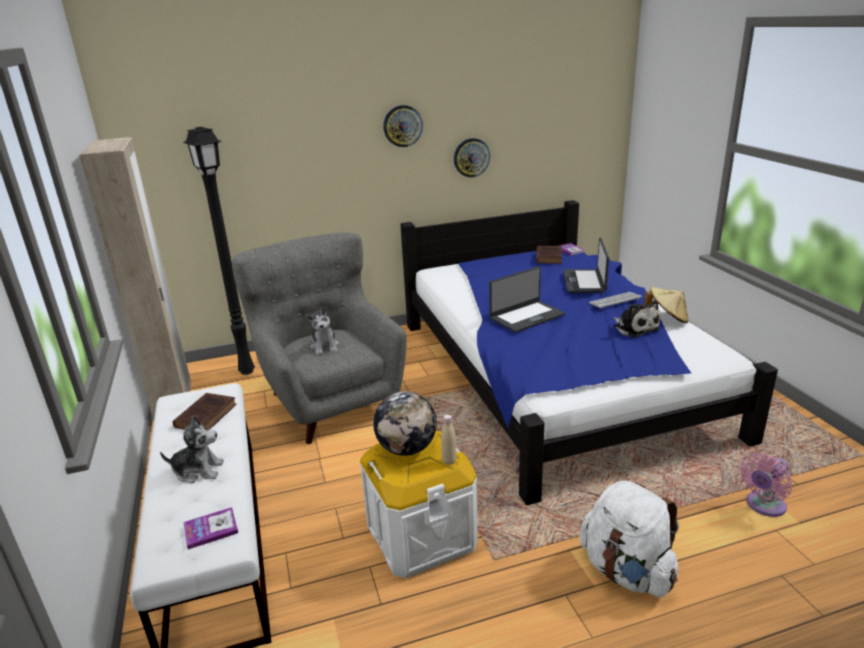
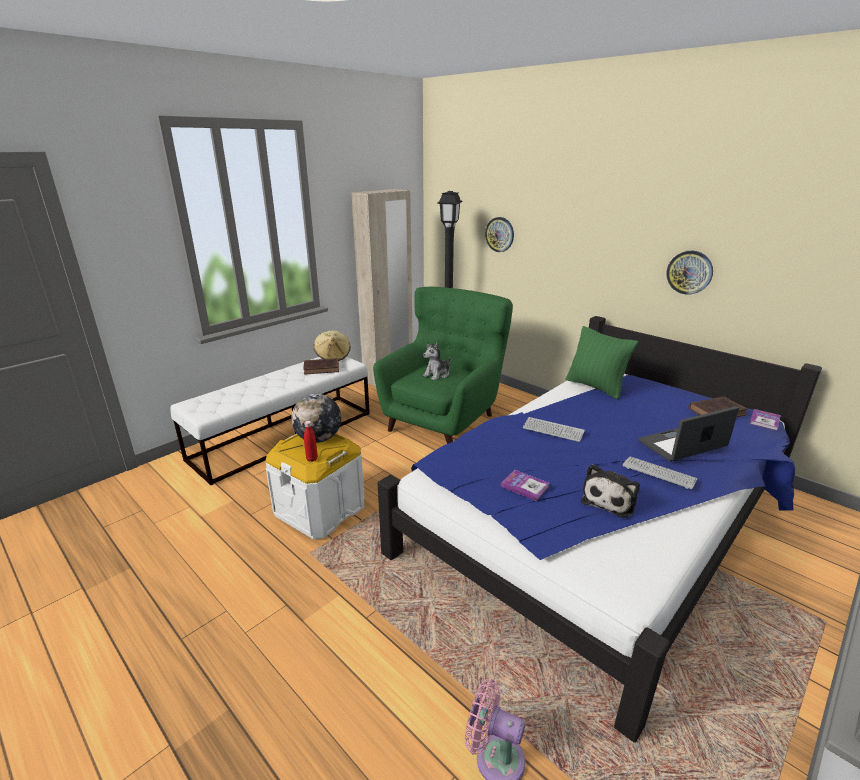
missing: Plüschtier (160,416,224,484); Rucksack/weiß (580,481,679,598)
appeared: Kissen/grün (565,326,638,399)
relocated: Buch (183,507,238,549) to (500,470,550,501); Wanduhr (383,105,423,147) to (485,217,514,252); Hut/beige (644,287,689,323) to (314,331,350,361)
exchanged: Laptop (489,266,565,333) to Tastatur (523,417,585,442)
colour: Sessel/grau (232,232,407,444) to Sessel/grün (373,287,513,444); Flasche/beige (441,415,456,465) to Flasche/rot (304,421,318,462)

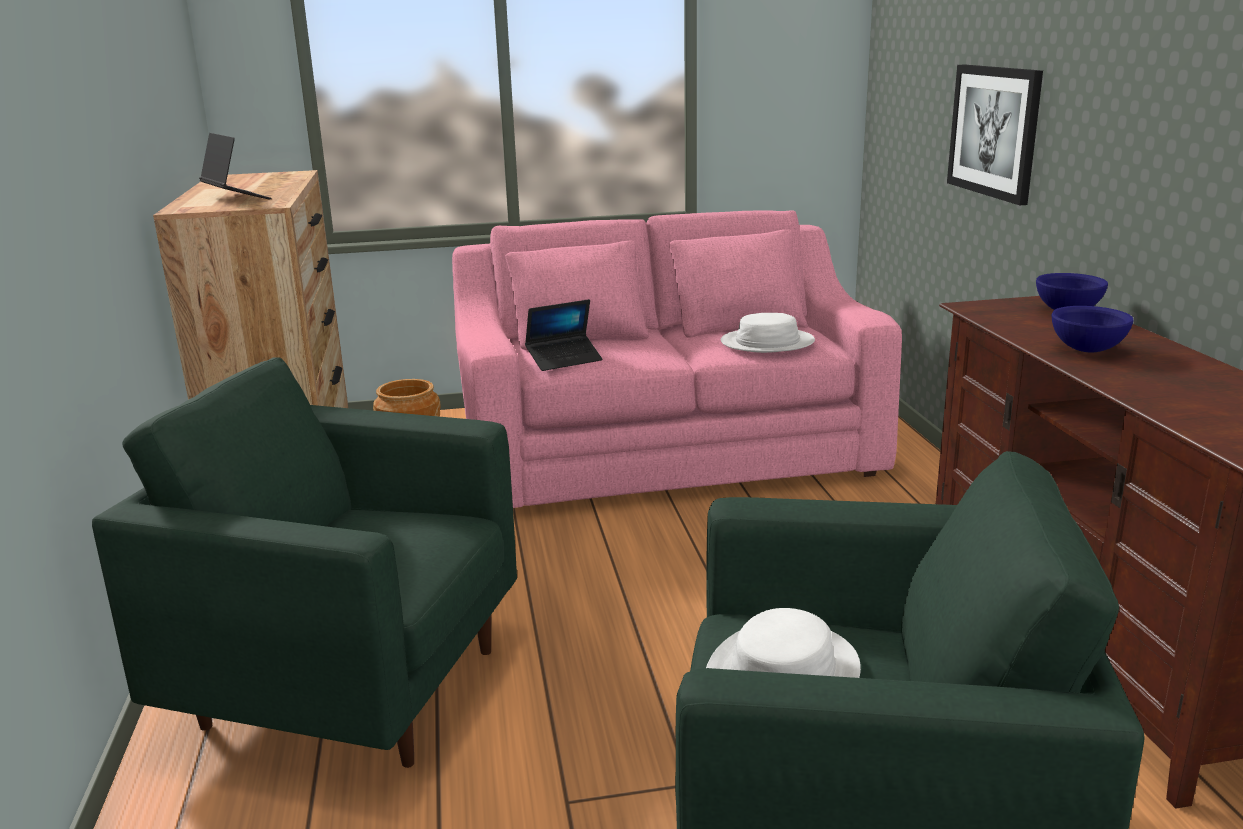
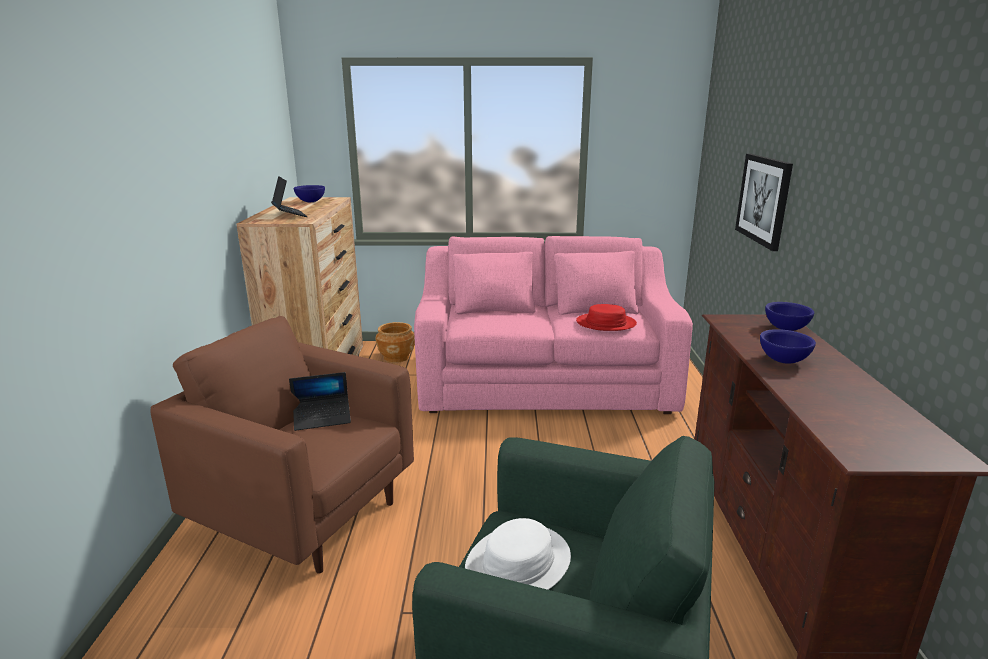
appeared: Schüssel/blau (294,185,325,202)
relocated: Laptop (525,299,603,371) to (289,372,351,431)
colour: Sessel/grün (92,357,517,768) to Sessel/braun (150,316,414,574); Hut/weiß (721,313,815,353) to Hut/rot (576,304,637,331)

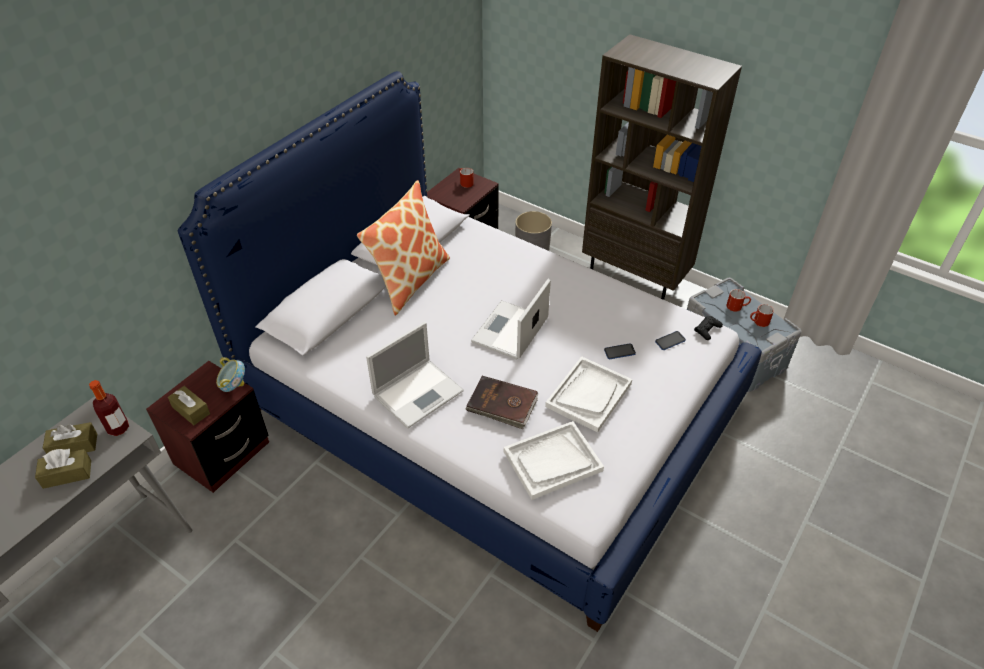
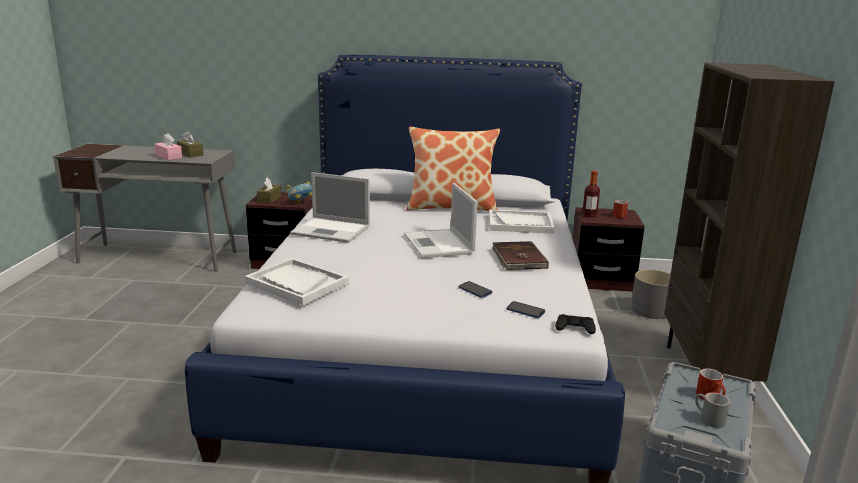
relocated: Flasche (89,380,129,436) to (582,171,600,217); Buch/braun (465,376,538,429) to (492,241,549,270); Tablett/weiß (545,356,632,433) to (489,210,555,234)
colour: Taschentuchbox/braun (35,449,91,489) to Taschentuchbox/rosa (154,133,182,160); Henkelbecher/rot (750,304,774,327) to Henkelbecher/grau (695,392,730,428)
spun: Laptop (471,279,551,360) = (404,183,478,258) 105 degrees counterclockwise

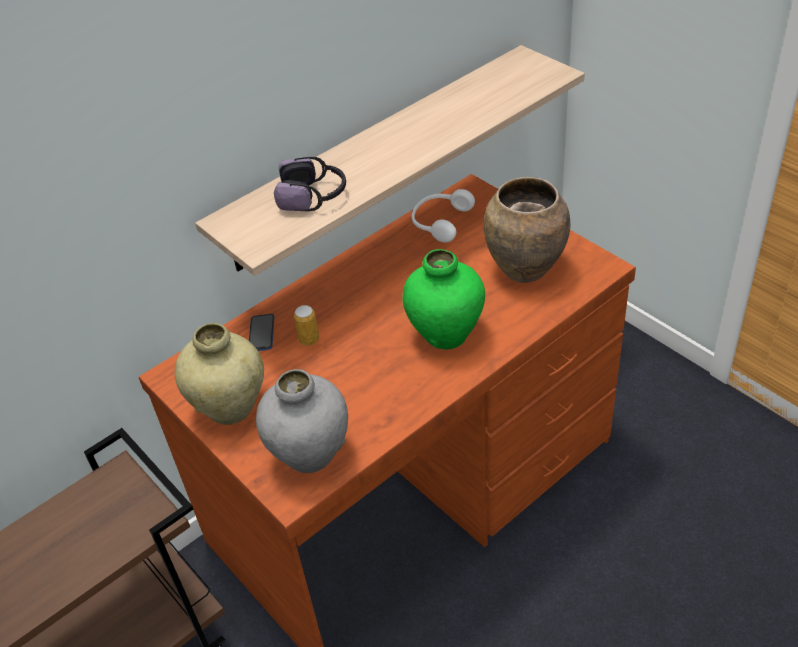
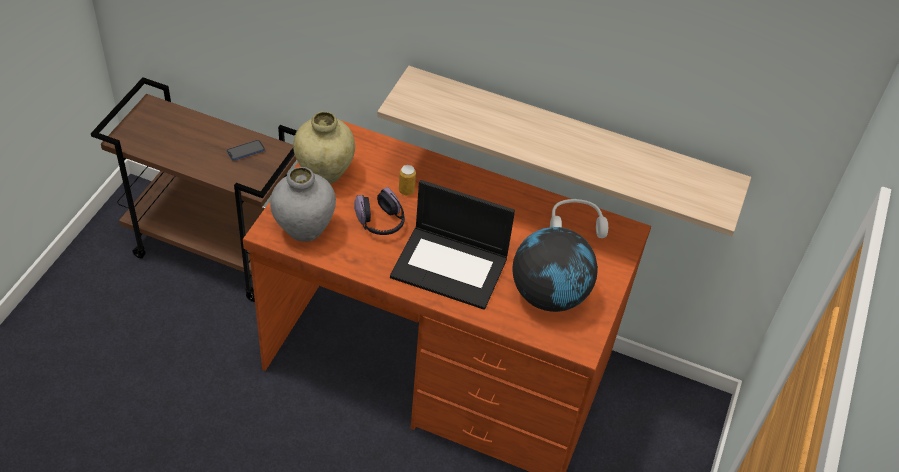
relocated: Handy (249,314,275,351) to (227,140,265,161); Kopfhörer (274,157,346,211) to (354,187,405,235)
exchanged: Vase/grün (403,249,485,350) to Laptop (390,180,515,310); Vase/braun (483,177,570,283) to Globus (513,227,598,312)

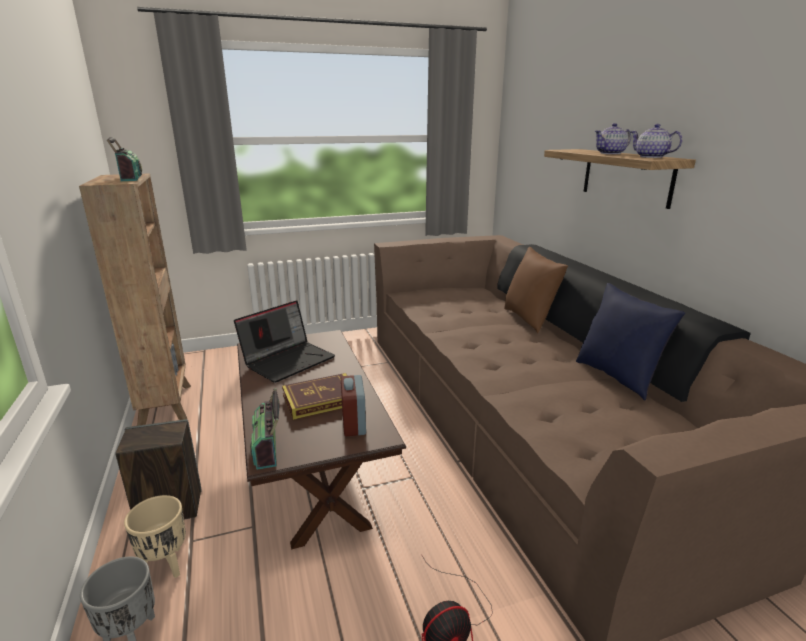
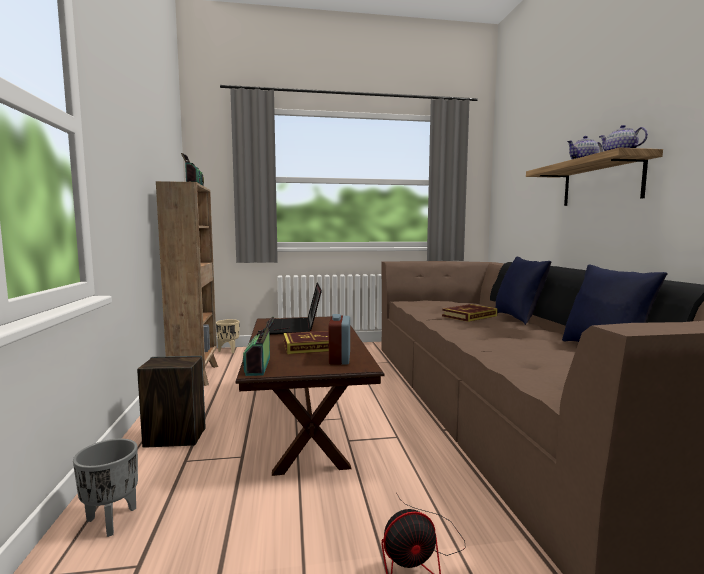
appeared: Buch (442,304,498,322)
relocated: Pflanzkübel/beige (124,495,186,578) to (216,319,240,353)
colour: Kissen/braun (504,247,568,333) to Kissen/blau (496,257,551,325)
spun: Laptop (234,300,335,383) = (269,282,322,335) 120 degrees clockwise

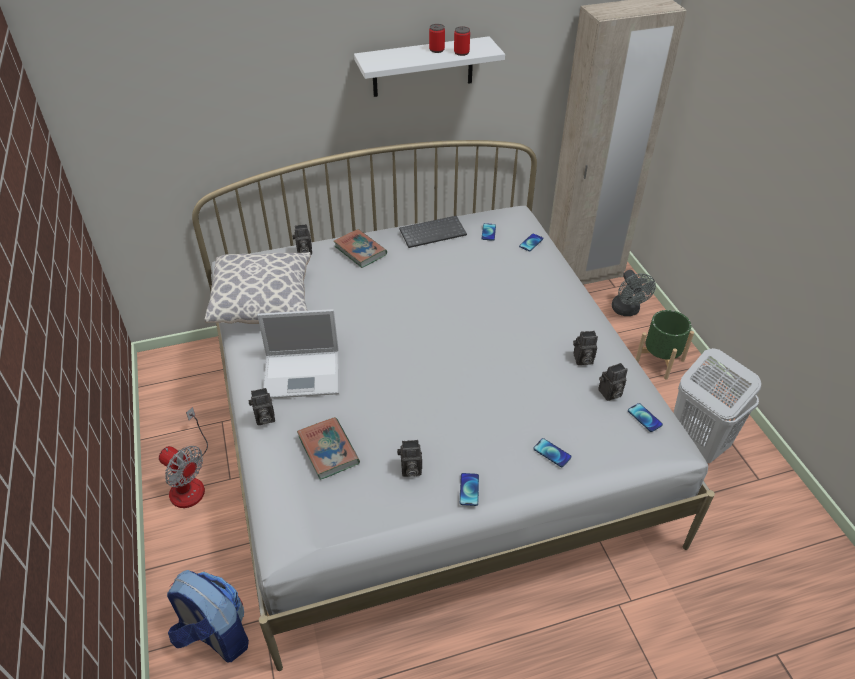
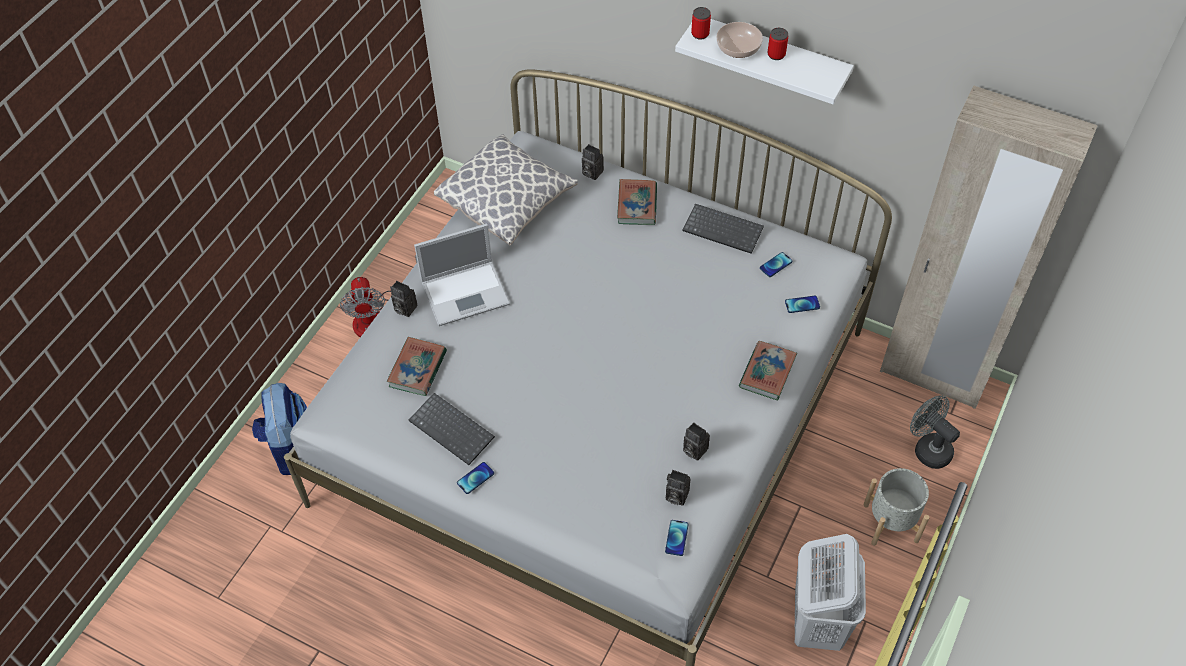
missing: Handy (533,438,571,467)
appeared: Schüssel (716,22,763,58); Buch (739,341,797,400)
relocated: Dose (454,26,470,56) to (691,7,711,39)
exchanged: Kamera (397,440,422,477) to Tastatur (409,393,495,465)
colour: Pflanzkübel/grün (636,310,694,380) to Pflanzkübel/grau (863,468,929,546)
spun: Laptop (257,309,339,399) = (414,223,510,326) 60 degrees counterclockwise; Ventilator/grau (612,270,656,316) = (910,395,960,469) 105 degrees clockwise

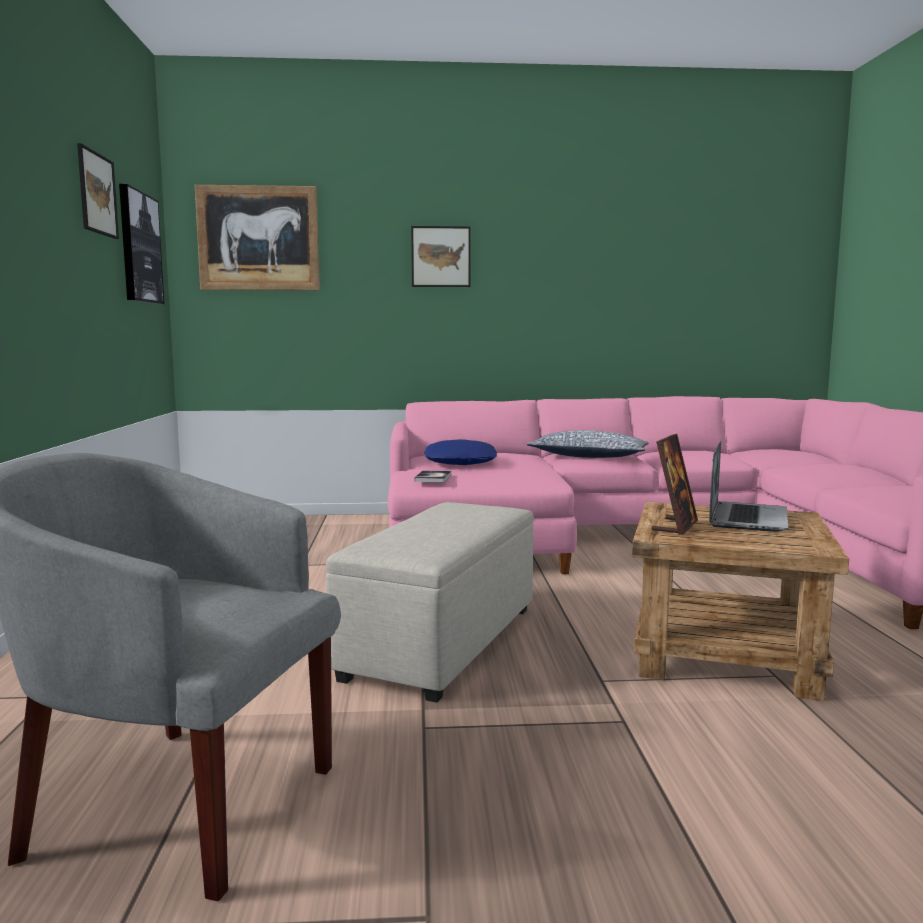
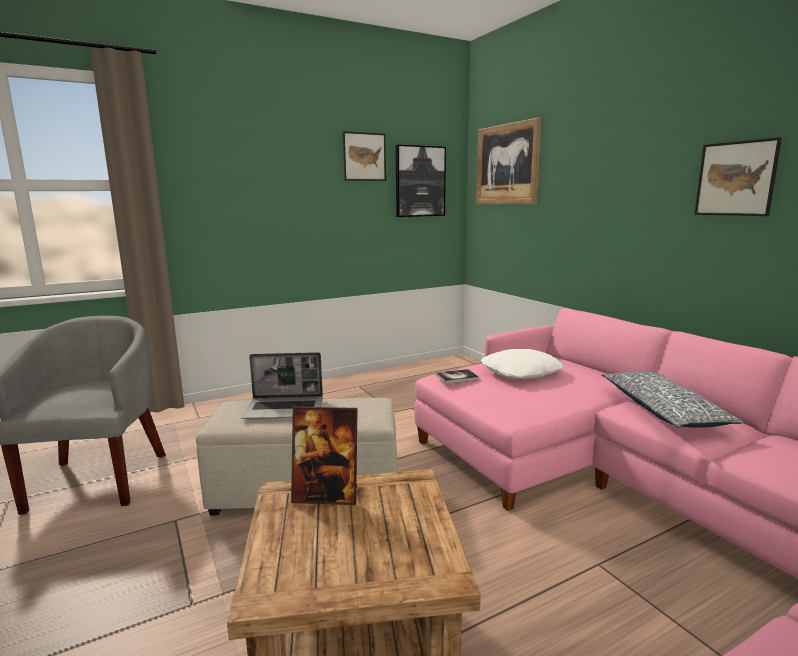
relocated: Bild (411,226,471,287) to (694,137,782,216); Laptop (709,441,788,532) to (241,352,323,419)
colour: Kissen/blau (425,439,497,465) to Kissen/weiß (481,349,563,379)

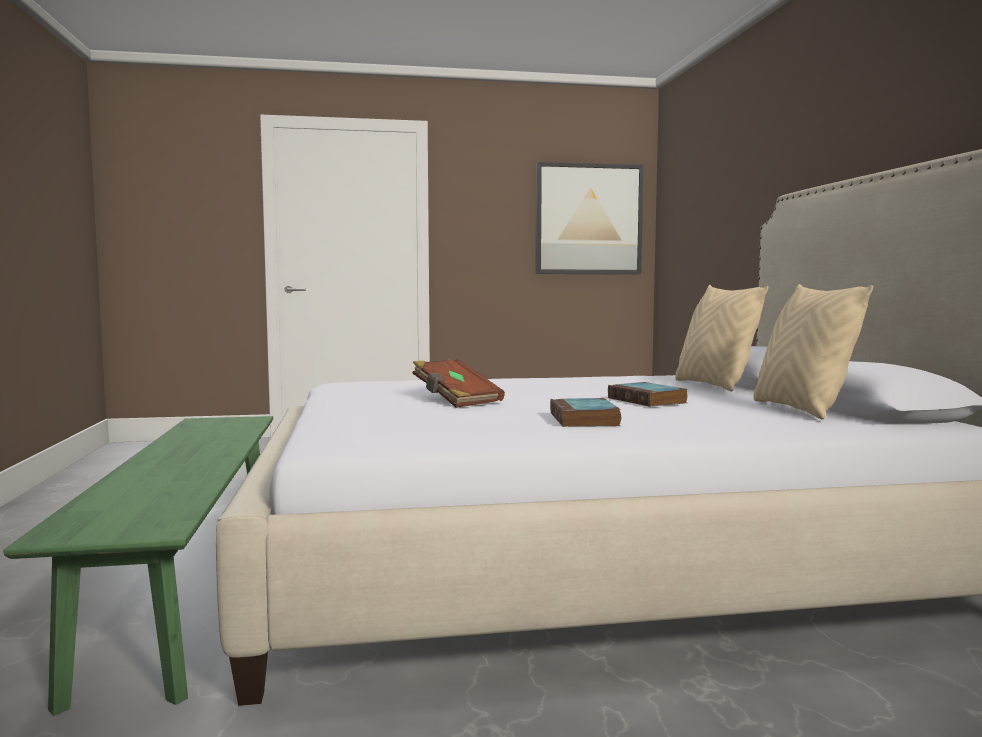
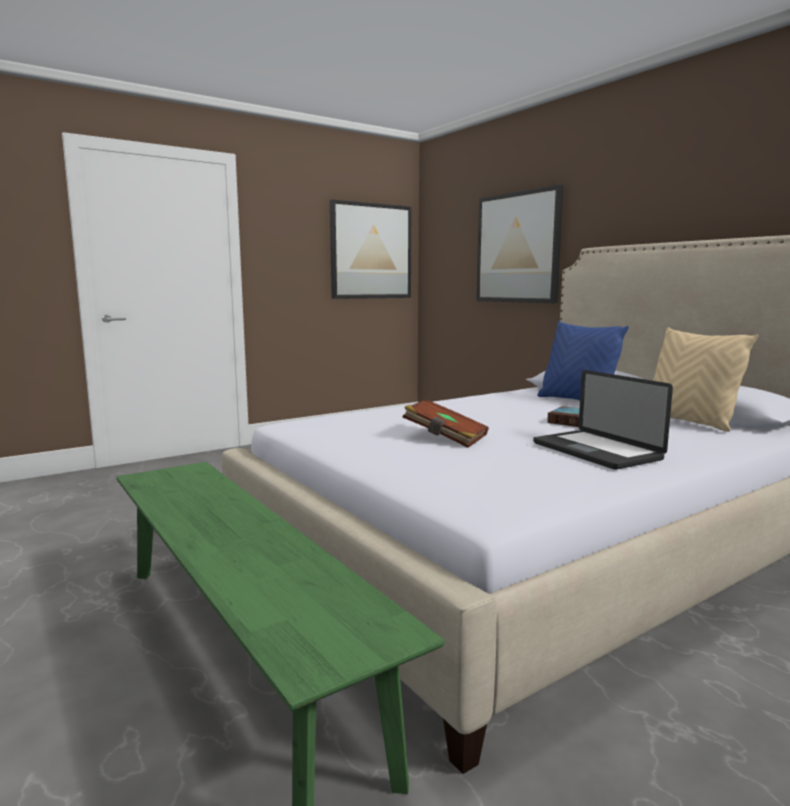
appeared: Bild (476,185,563,303)
exchanged: Buch (550,398,621,427) to Laptop (533,370,673,470)
colour: Kissen/beige (675,285,768,392) to Kissen/blau (537,321,629,400)

